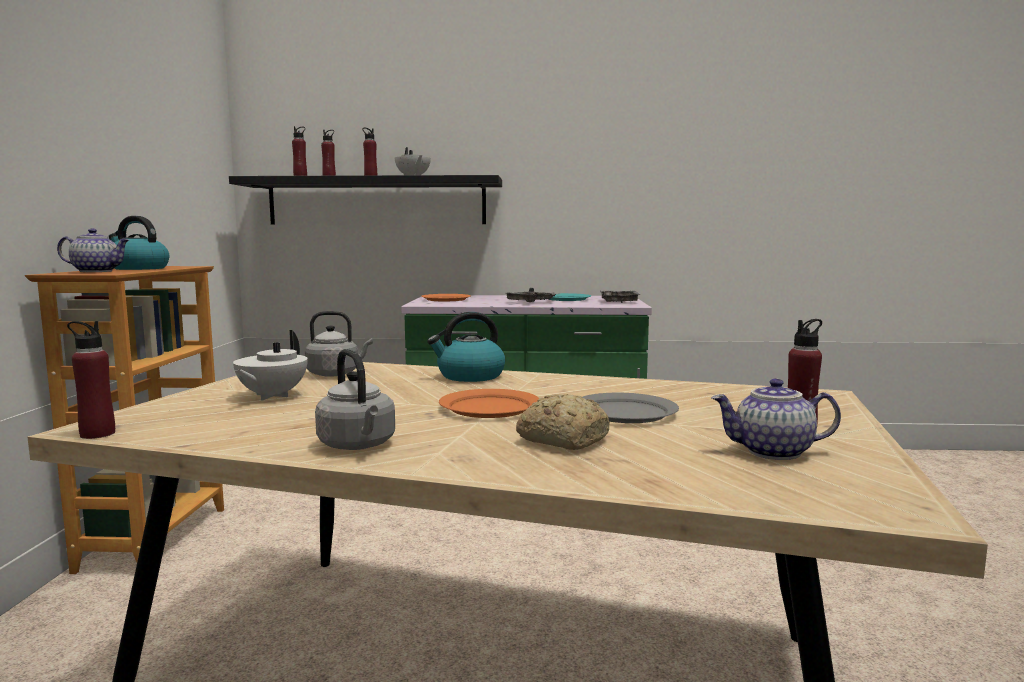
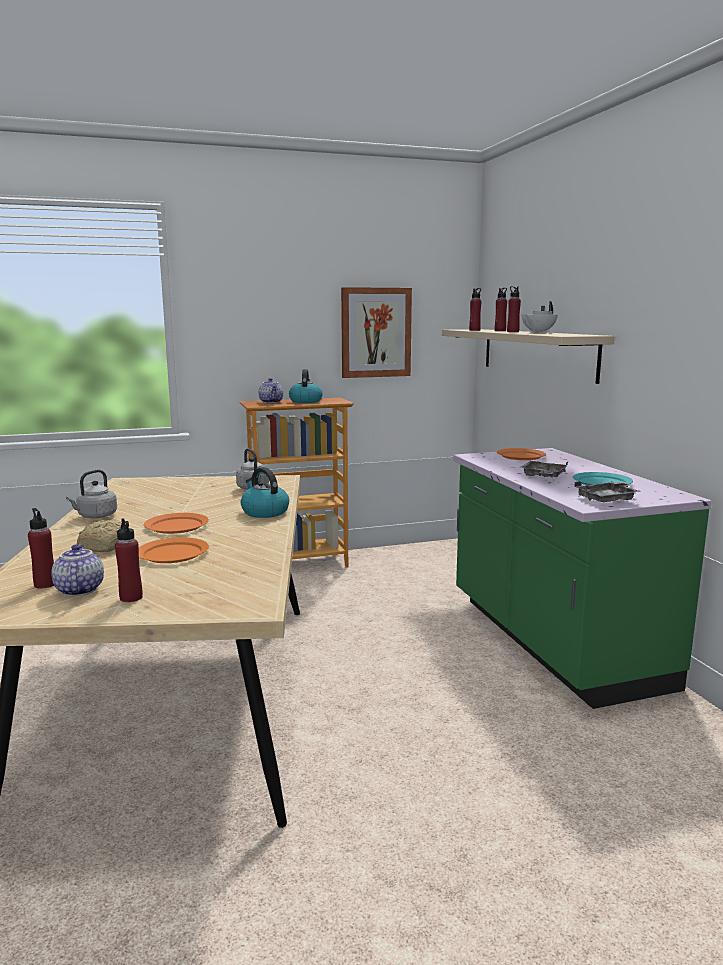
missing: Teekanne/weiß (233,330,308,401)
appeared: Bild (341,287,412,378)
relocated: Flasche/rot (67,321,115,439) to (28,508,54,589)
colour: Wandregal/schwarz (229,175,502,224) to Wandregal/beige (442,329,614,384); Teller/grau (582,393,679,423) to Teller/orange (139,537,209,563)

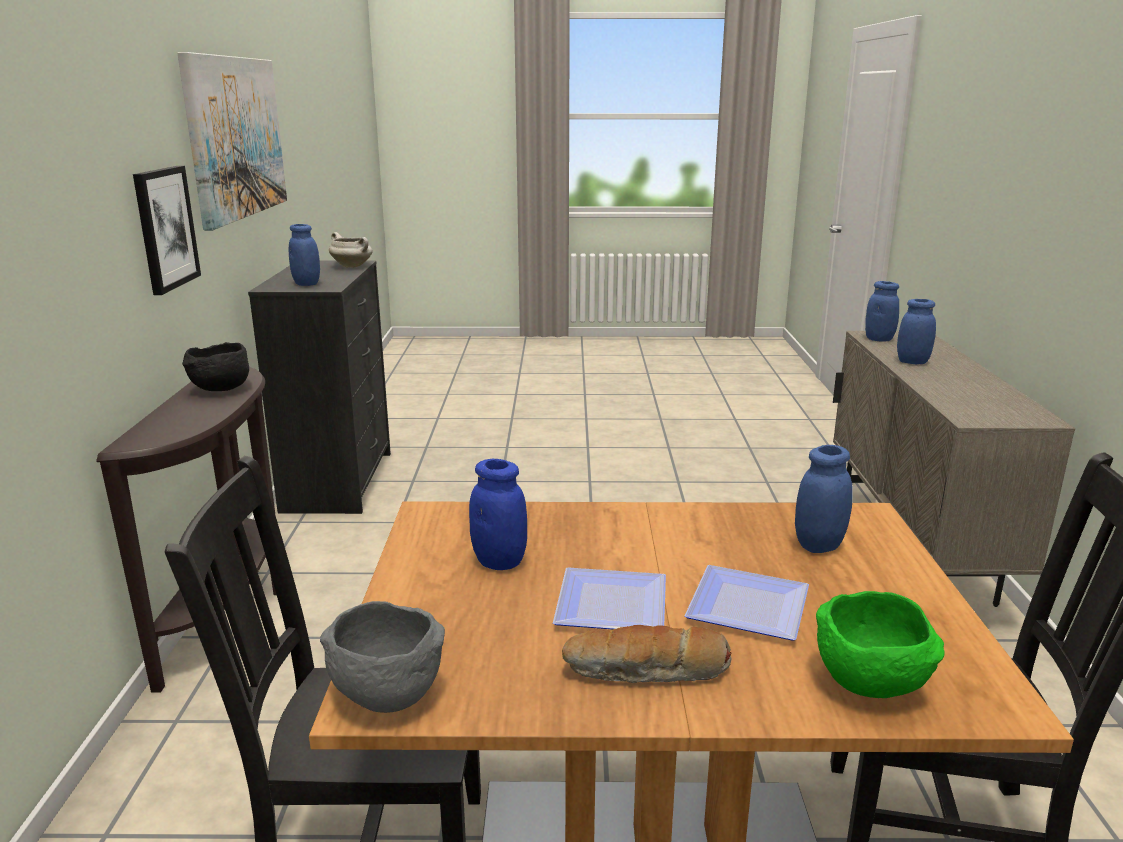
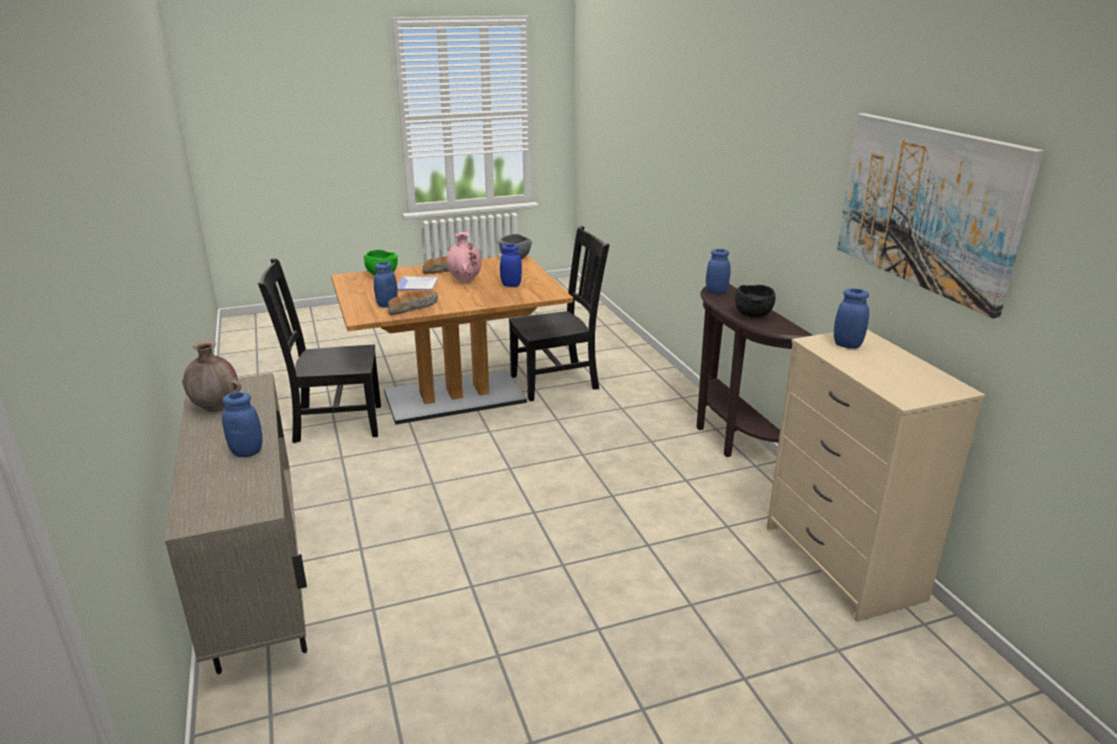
missing: Bild (133,166,201,295); Kochtopf/weiß (329,232,373,268)
appeared: Vase/braun (182,340,241,412); Brot (387,290,438,316)
relocated: Vorratsglas/blau (865,281,899,342) to (706,249,731,294)
exchanged: Teller (553,567,666,629) to Vase/rosa (447,232,482,282)
colour: Kommode/schwarz (248,261,391,514) to Kommode/beige (767,330,985,622)

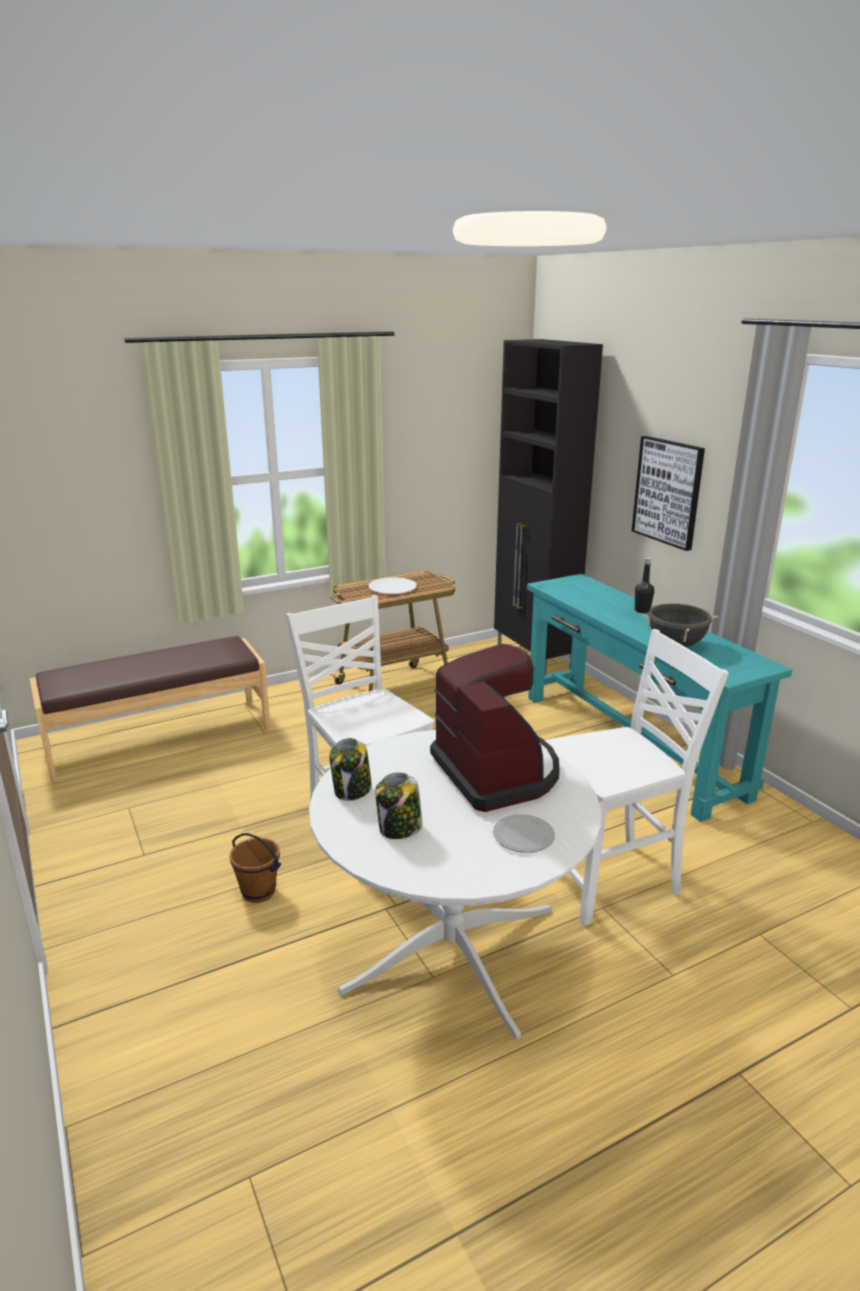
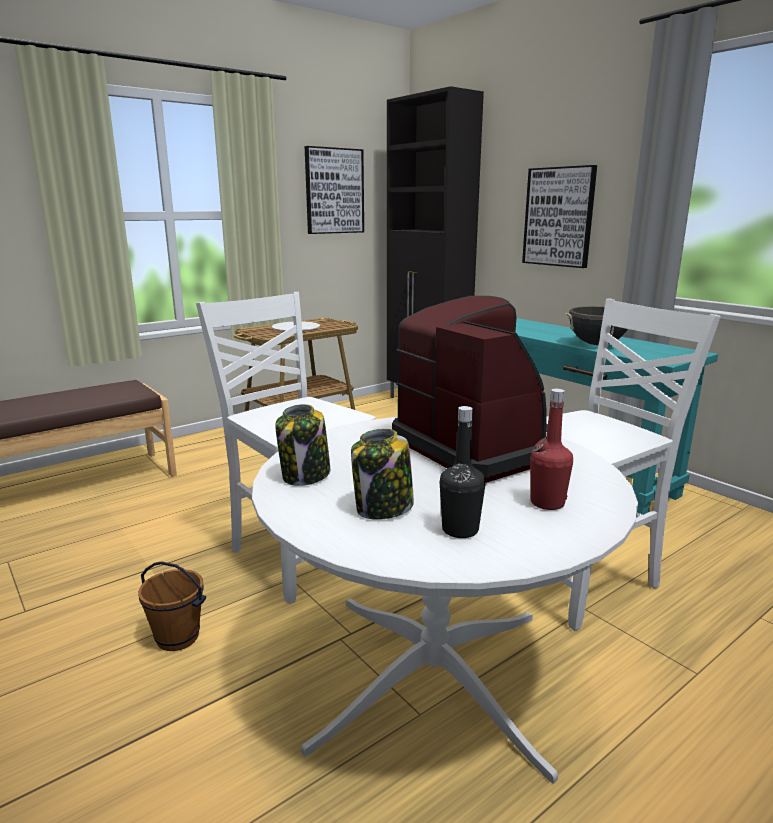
appeared: Bild (305,146,364,234)
relocated: Flasche/schwarz (635,558,654,613) to (440,406,486,538)
exchanged: Teller (493,814,555,853) to Flasche/rot (530,389,573,510)

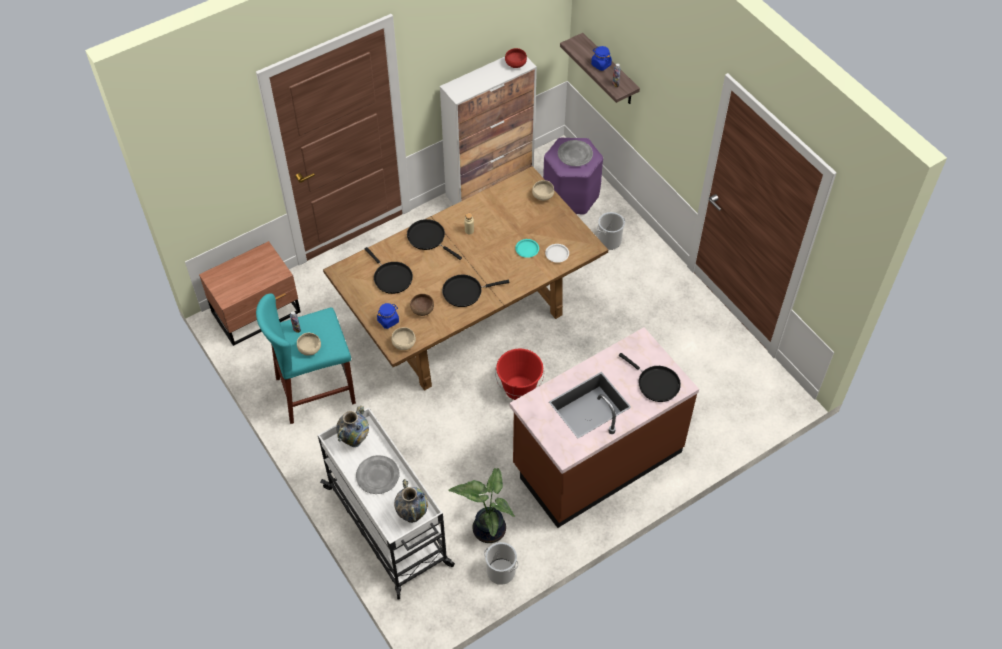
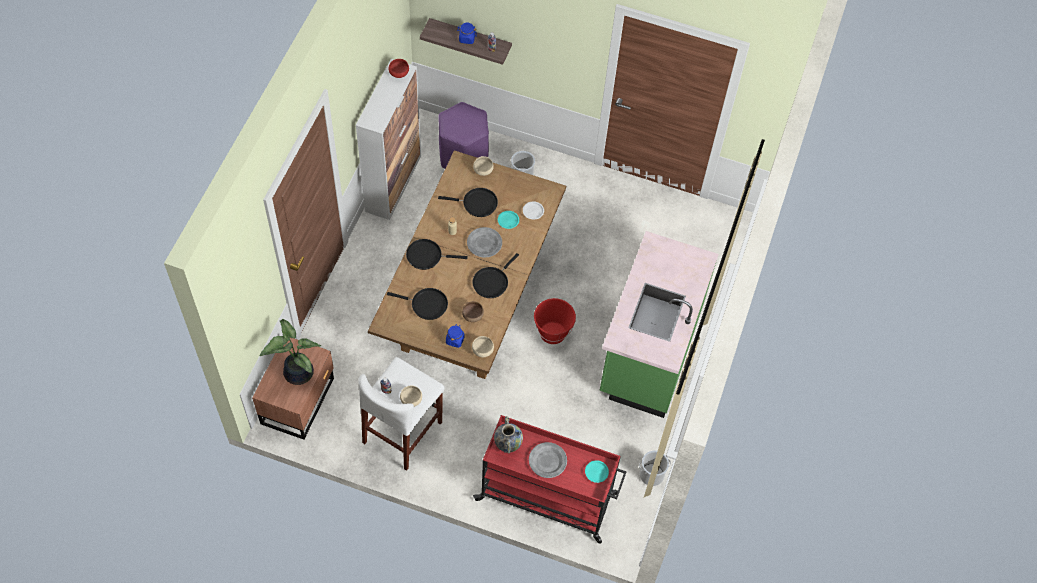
relocated: Topfpflanze (448,468,515,543) to (260,319,321,385); Teller/grau (558,140,593,166) to (467,227,502,257); Pfanne/schwarz (619,353,681,402) to (438,188,498,217)
exchanged: Vase (394,479,428,523) to Teller/türkis (585,460,609,483)
colour: Hocker/türkis (256,293,356,424) to Hocker/weiß (358,357,445,471); Rollwagen/weiß (318,407,455,599) to Rollwagen/rot (473,415,627,544); Küchenzeile/braun (510,327,699,528) to Küchenzeile/grün (600,231,719,418)

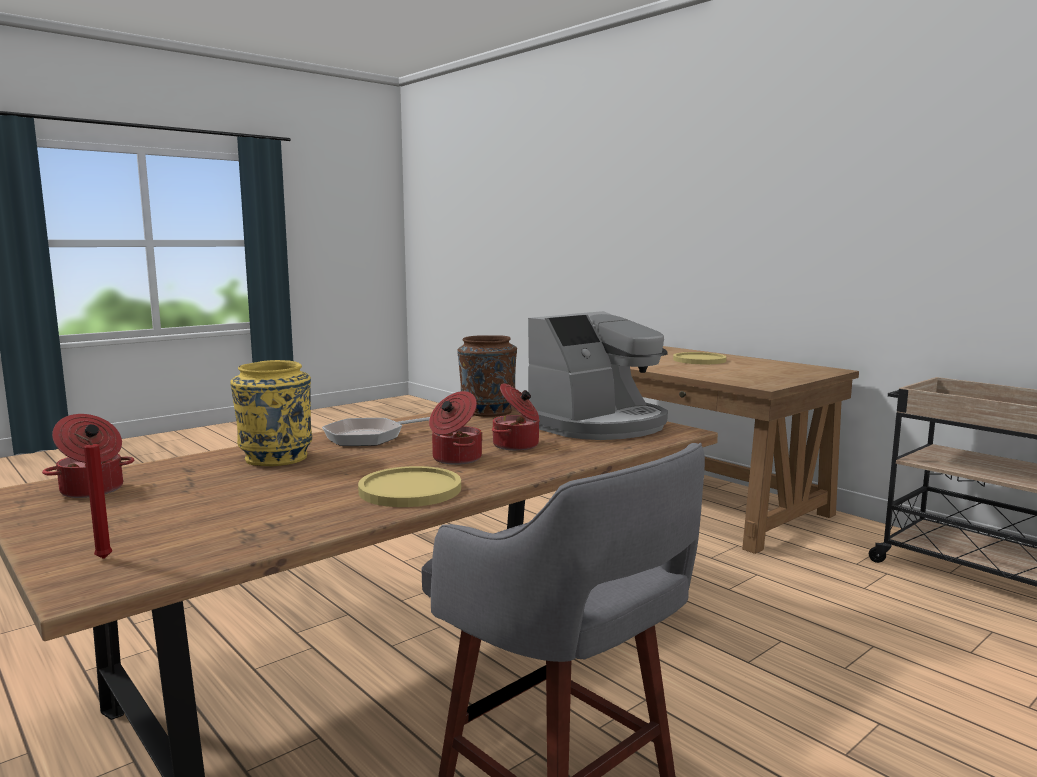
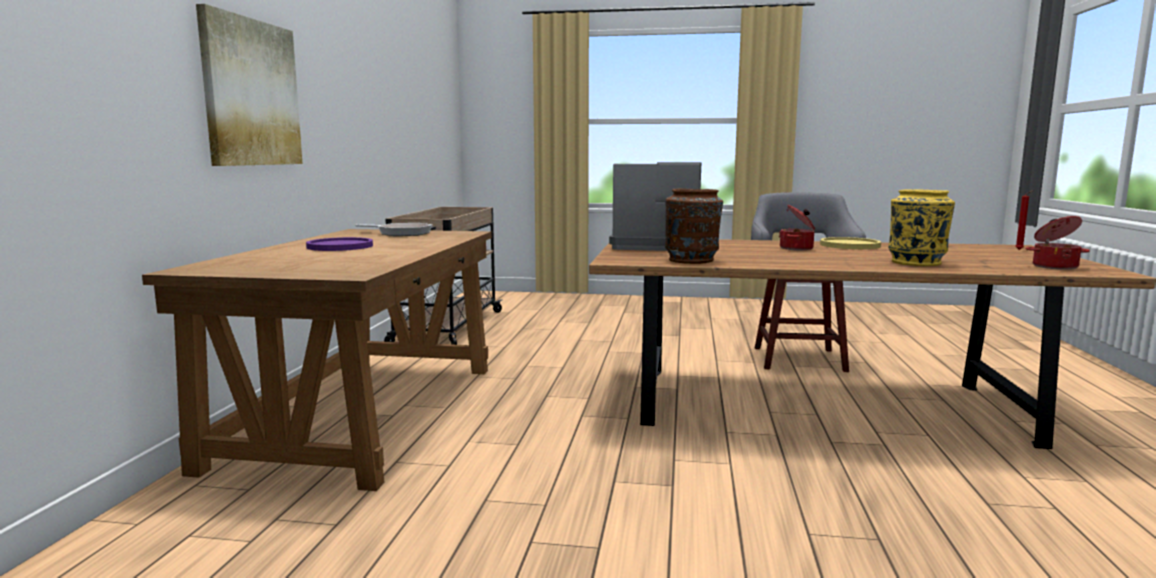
missing: Kochtopf (492,383,540,451)
appeared: Bild (196,4,303,166)
relocated: Pfanne (322,417,430,446) to (355,223,432,236)
colour: Teller/gelb (673,352,726,364) to Teller/lila (306,237,373,251)

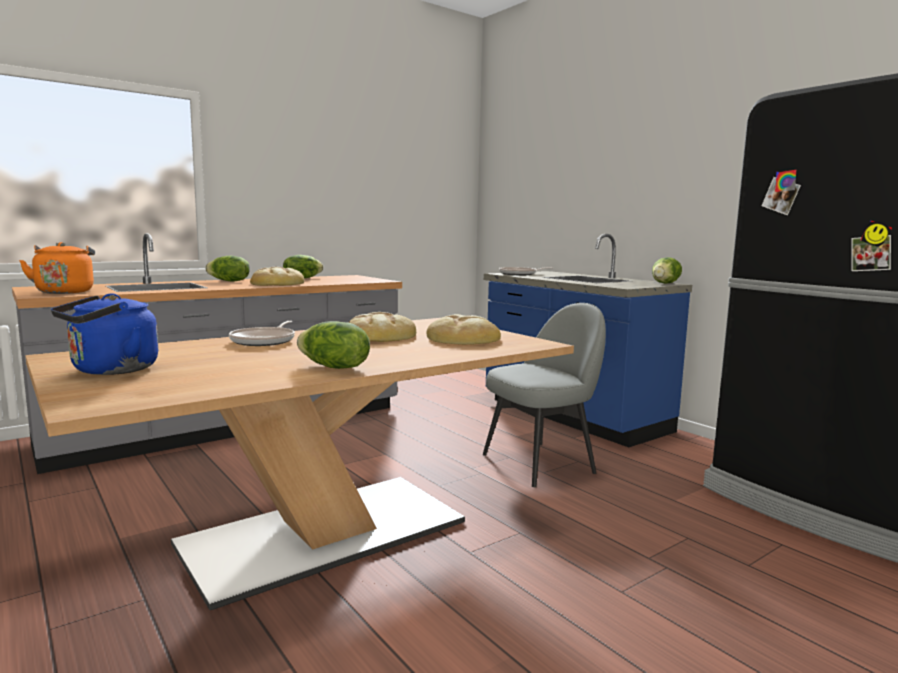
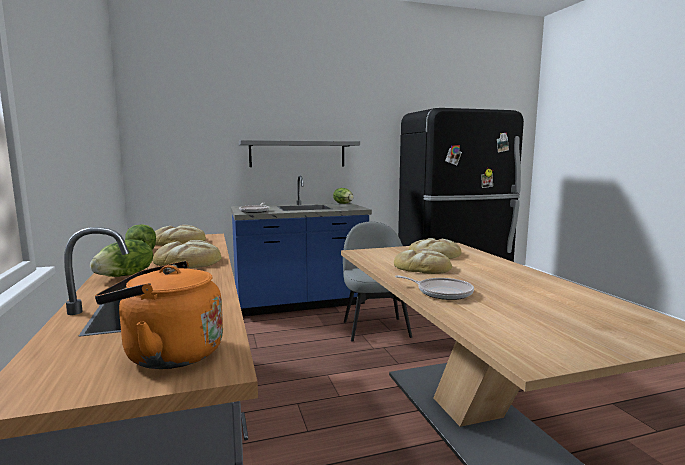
missing: Wasserkessel/blau (51,294,158,375); Salatkopf (297,321,370,369)
appeared: Brot (155,225,206,246); Wandregal/grau (239,140,360,167)

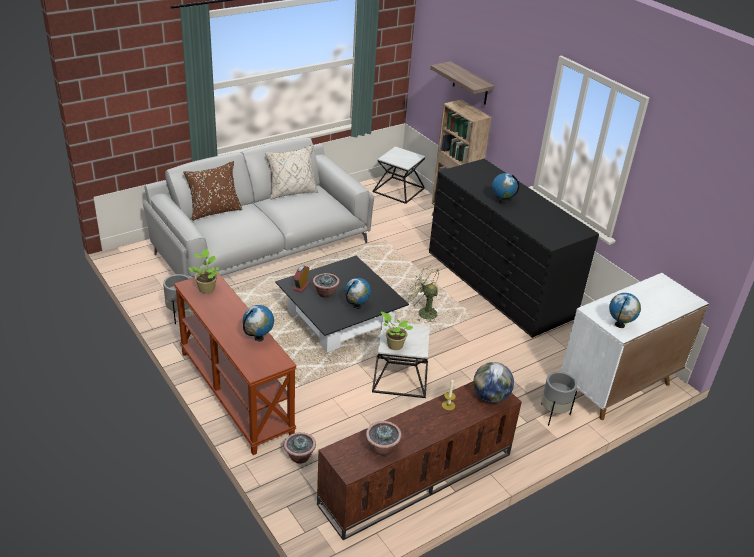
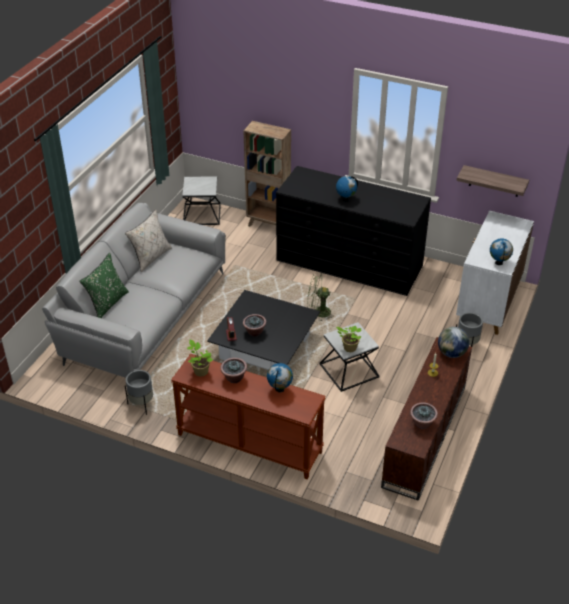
missing: Globus (345,278,371,309)
relocated: Topfpflanze (284,432,316,464) to (220,358,247,383); Wandregal (430,61,494,105) to (456,165,529,197)
colour: Kissen/braun (183,161,243,221) to Kissen/grün (79,253,129,318)

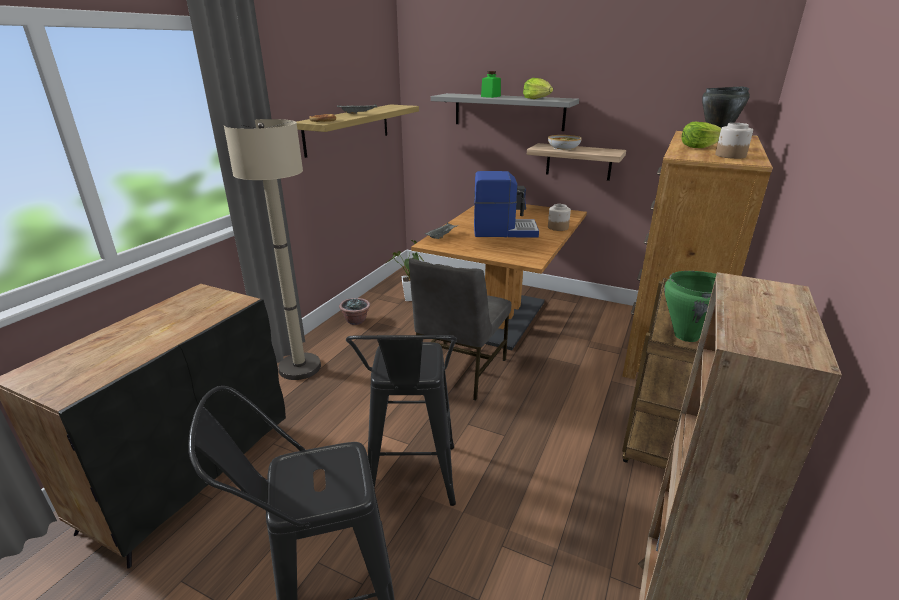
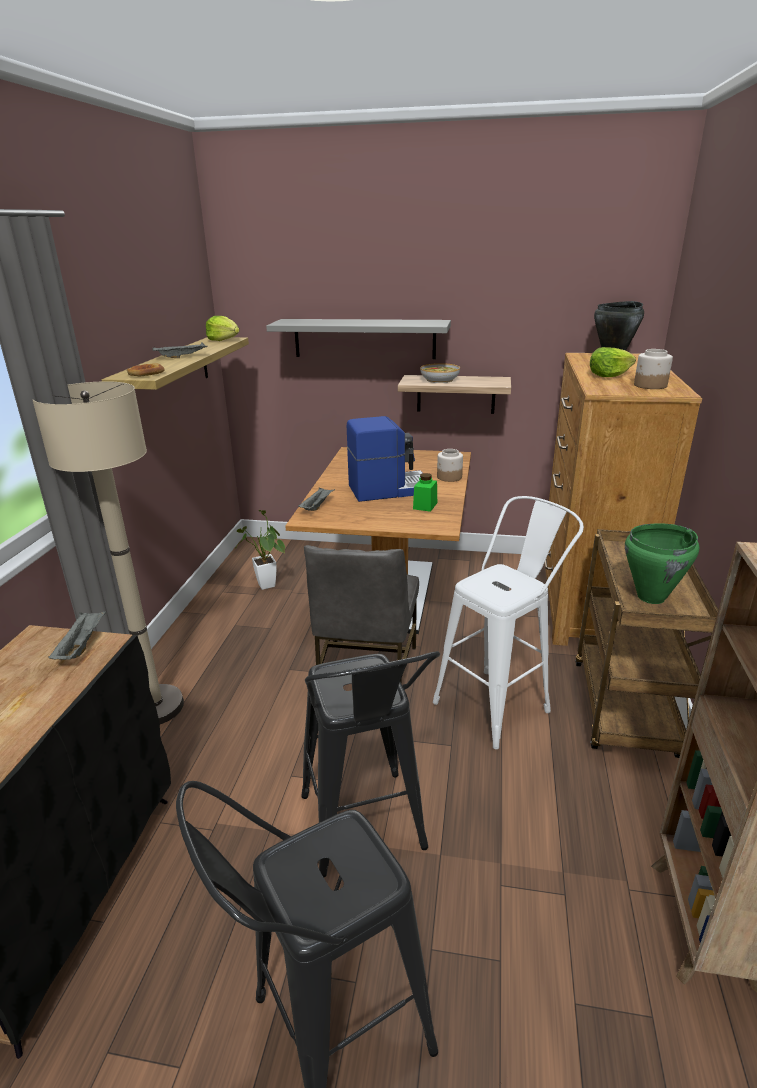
missing: Topfpflanze (339,298,370,325)
appeared: Tablett/grau (48,611,106,660); Hocker/weiß (433,496,584,749)
relocated: Vorratsglas/grün (481,71,501,98) to (413,473,437,512); Salatkopf (523,78,553,99) to (206,316,240,341)

